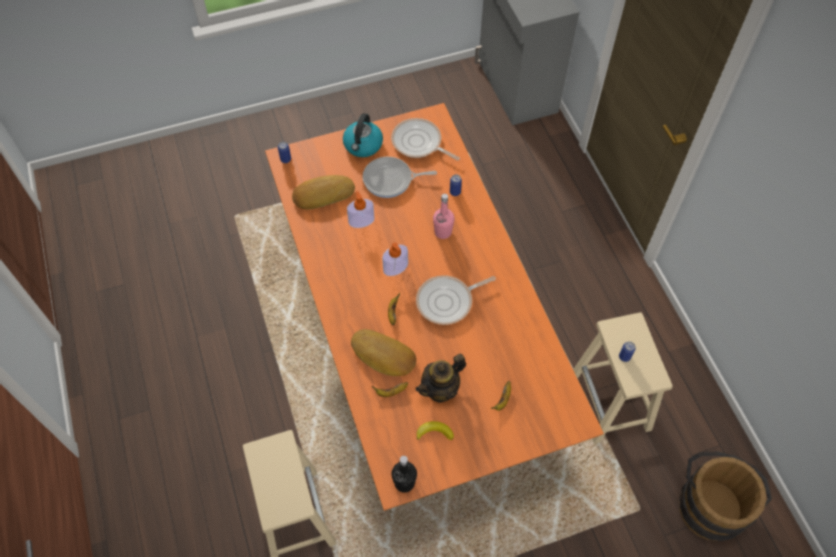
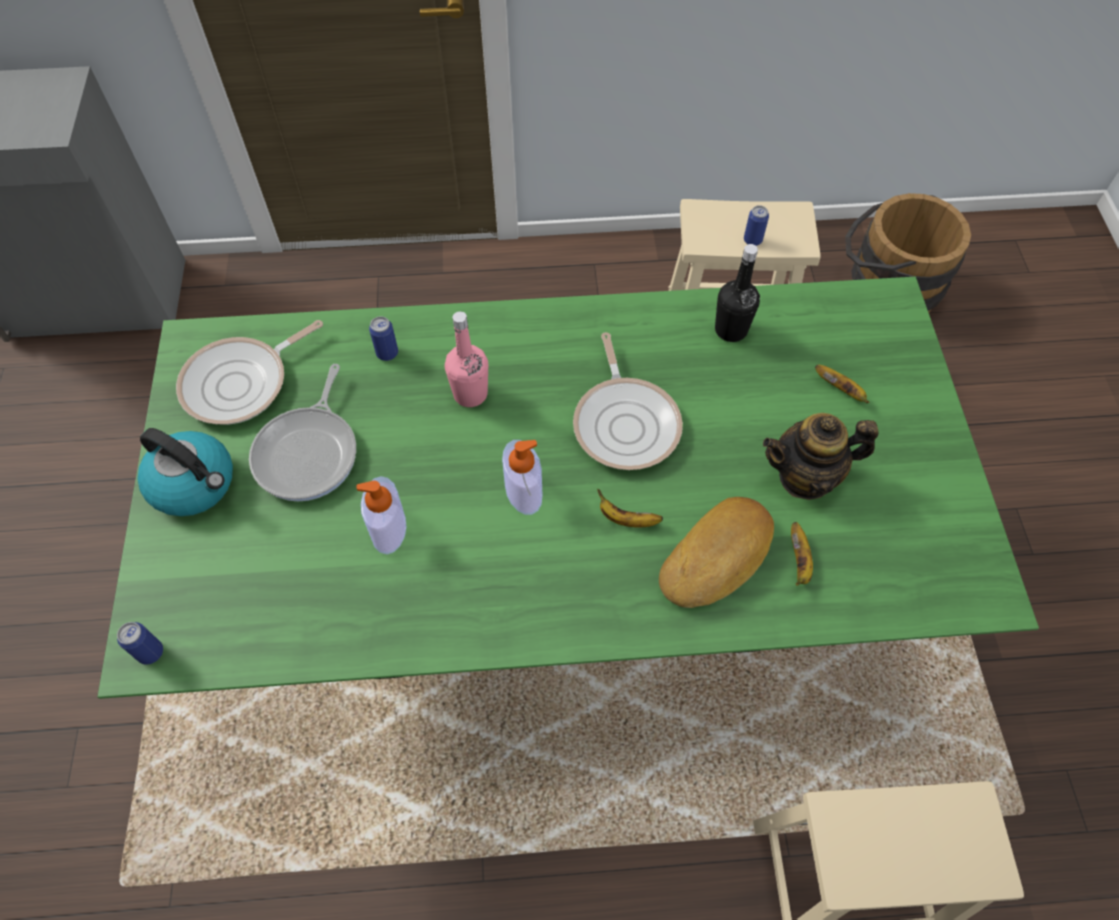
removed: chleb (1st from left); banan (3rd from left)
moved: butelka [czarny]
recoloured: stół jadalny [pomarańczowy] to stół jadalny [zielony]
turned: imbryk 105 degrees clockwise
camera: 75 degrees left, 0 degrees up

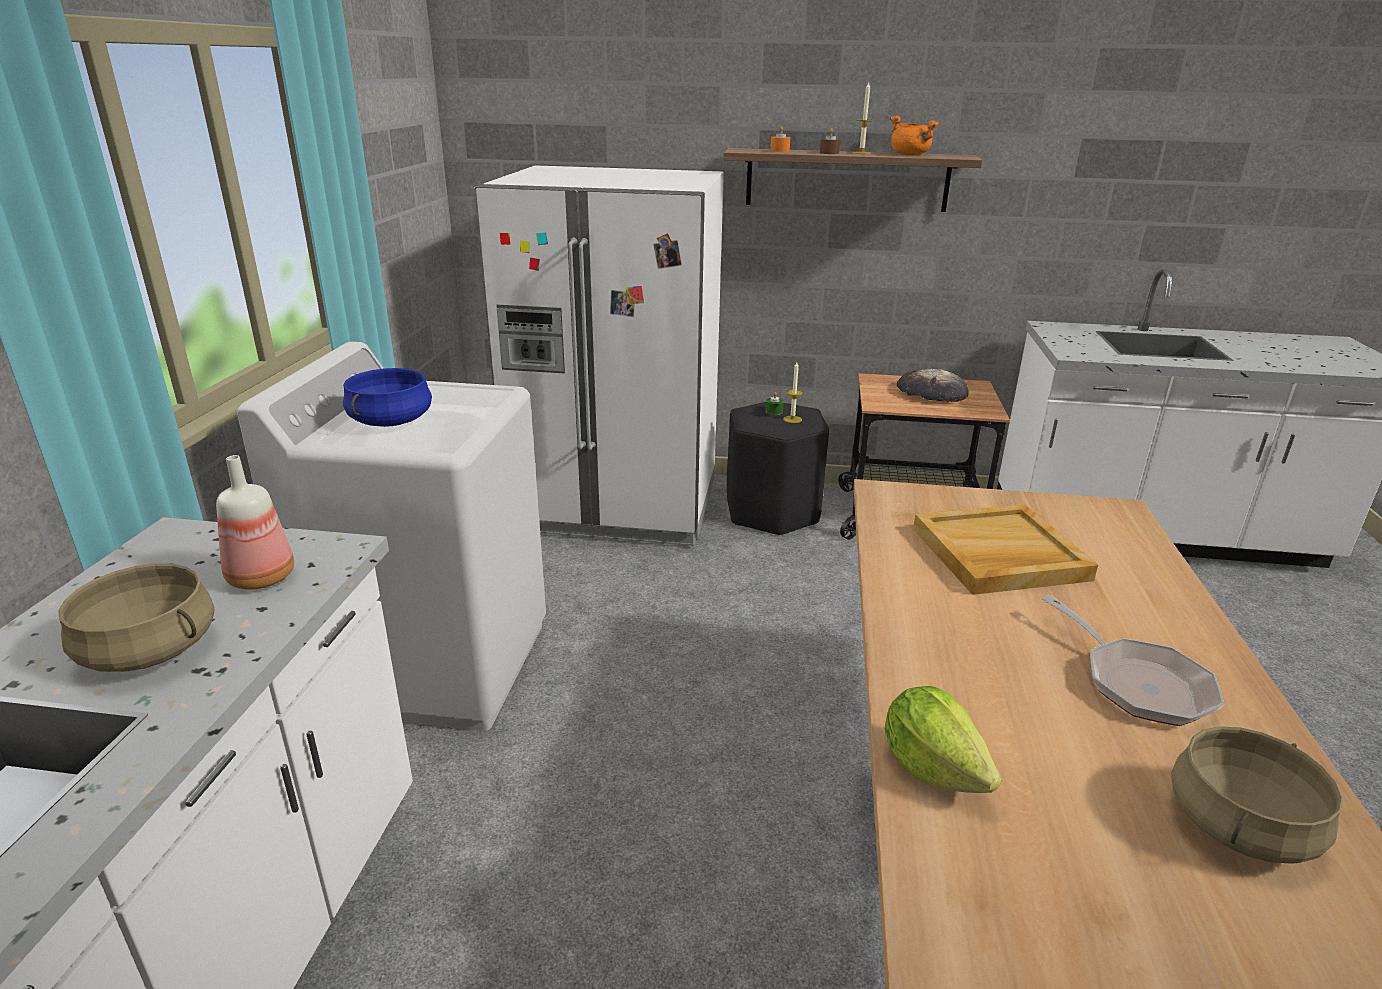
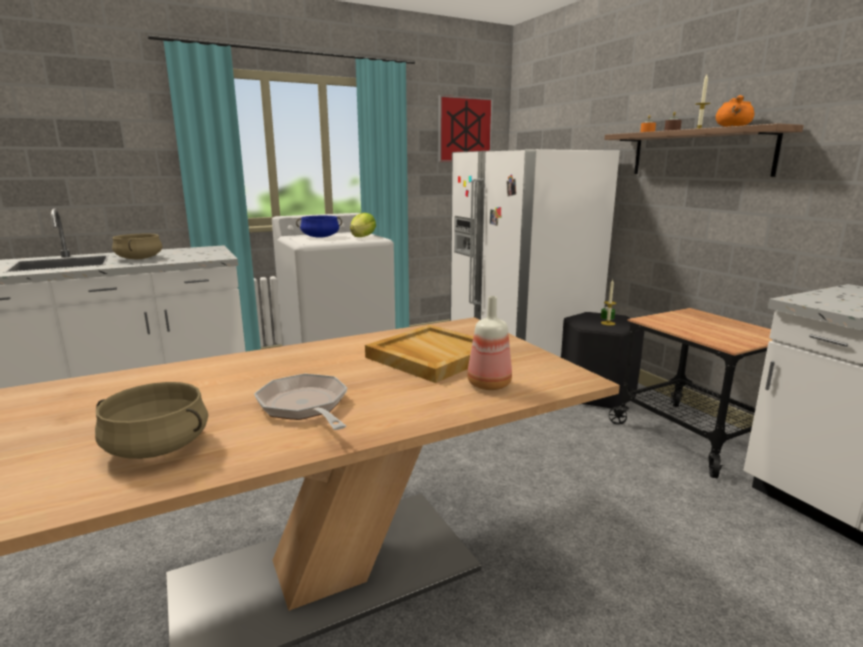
removed: chleb
added: obraz
moved: butelka; sałata
turned: patelnia 120 degrees clockwise
camera: 55 degrees right, 10 degrees down

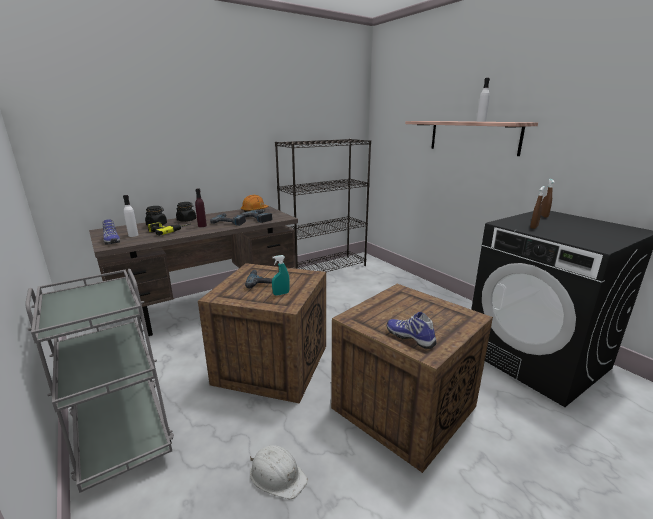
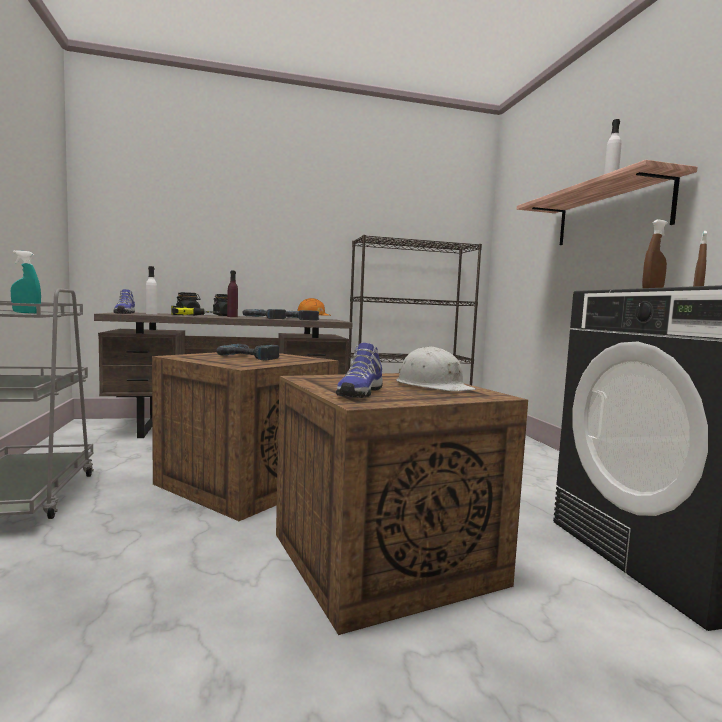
moved: kask [biały]; spryskiwacz [turkusowy]
turned: but (2nd from left) 135 degrees counterclockwise
camera: 20 degrees right, 15 degrees down

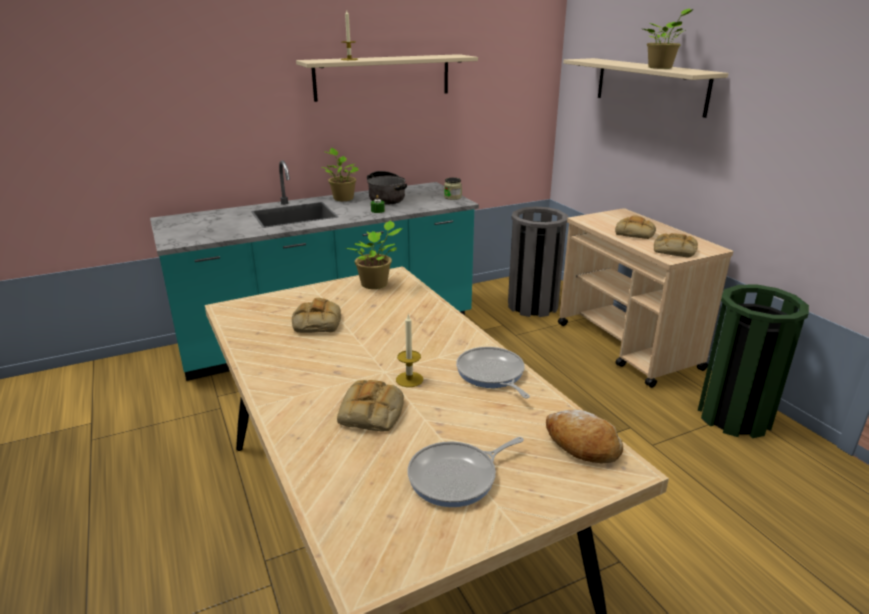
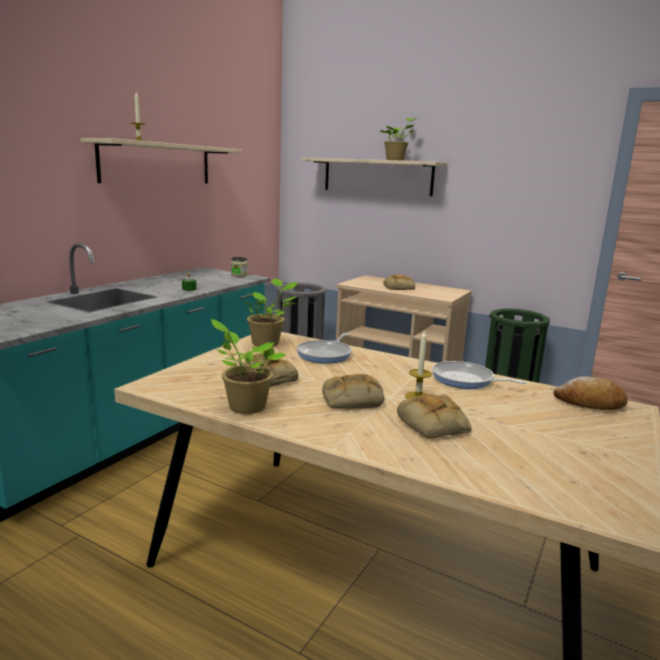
removed: garnek
moved: roślina doniczkowa (1st from left); patelnia (1st from left); chleb (5th from left in the first image) to chleb (2nd from left)
camera: 35 degrees left, 10 degrees down

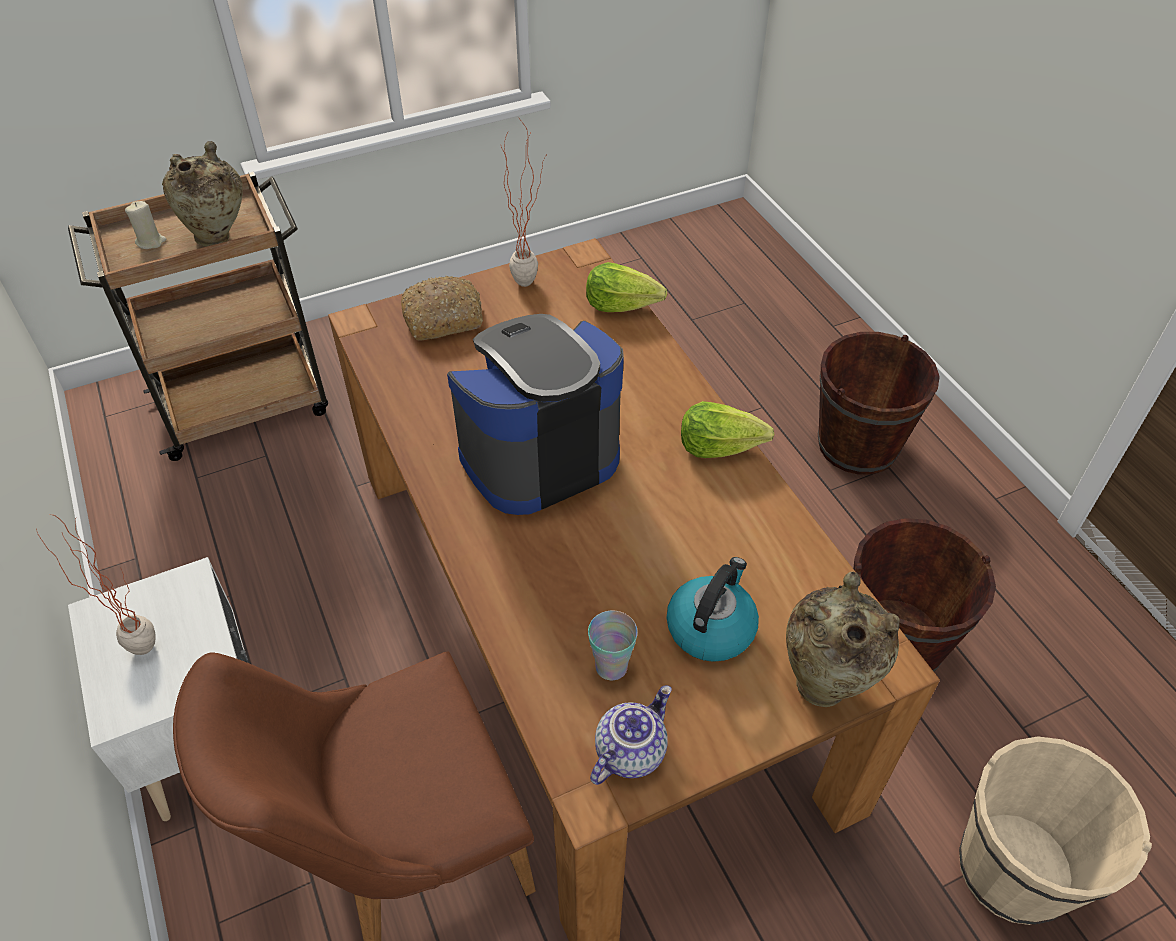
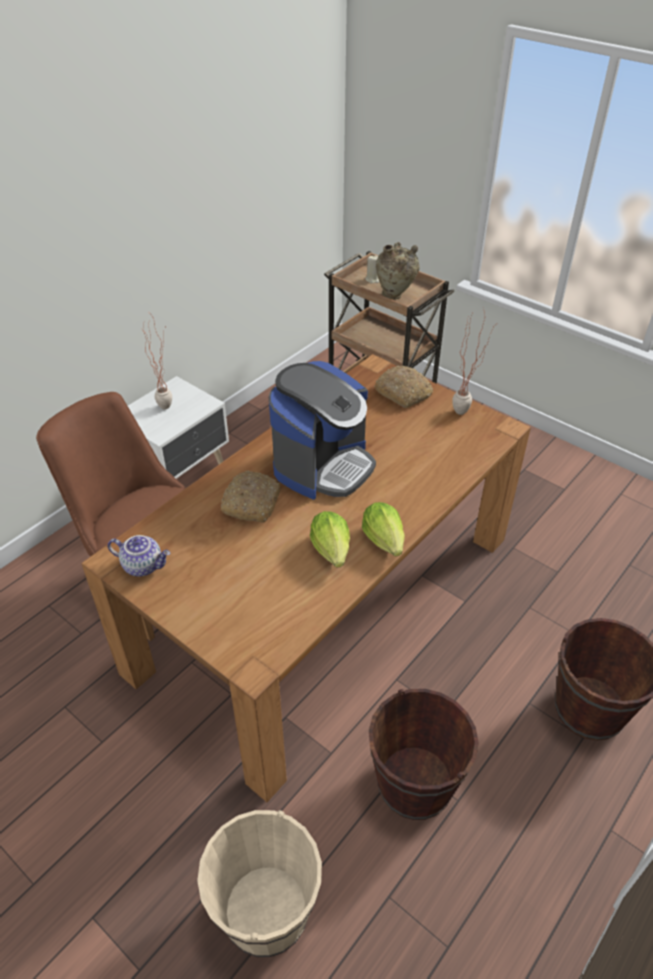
removed: filiżanka; czajnik; wazon [beżowy] (2nd from left)
added: chleb (1st from left)
moved: sałata (1st from left)
turned: ekspres do kawy 90 degrees clockwise
camera: 65 degrees right, 5 degrees down

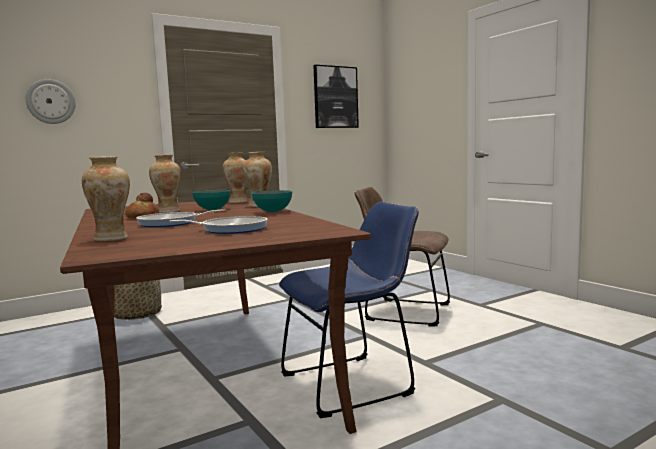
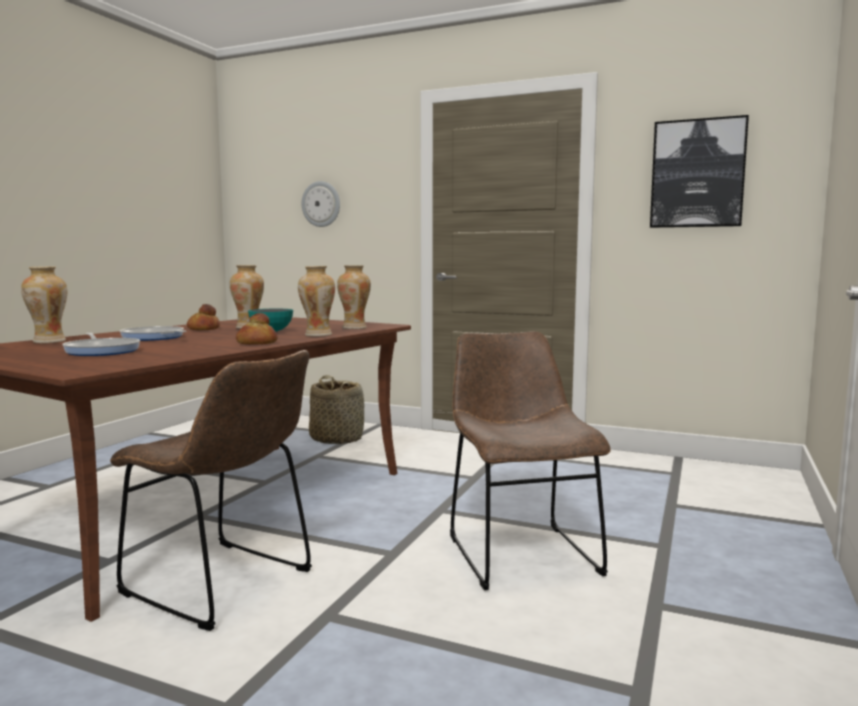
replaced: miska (2nd from left) to chleb (2nd from left)
recoloured: krzesło [niebieski] to krzesło [brązowy] (1st from left)
camera: 55 degrees right, 0 degrees up

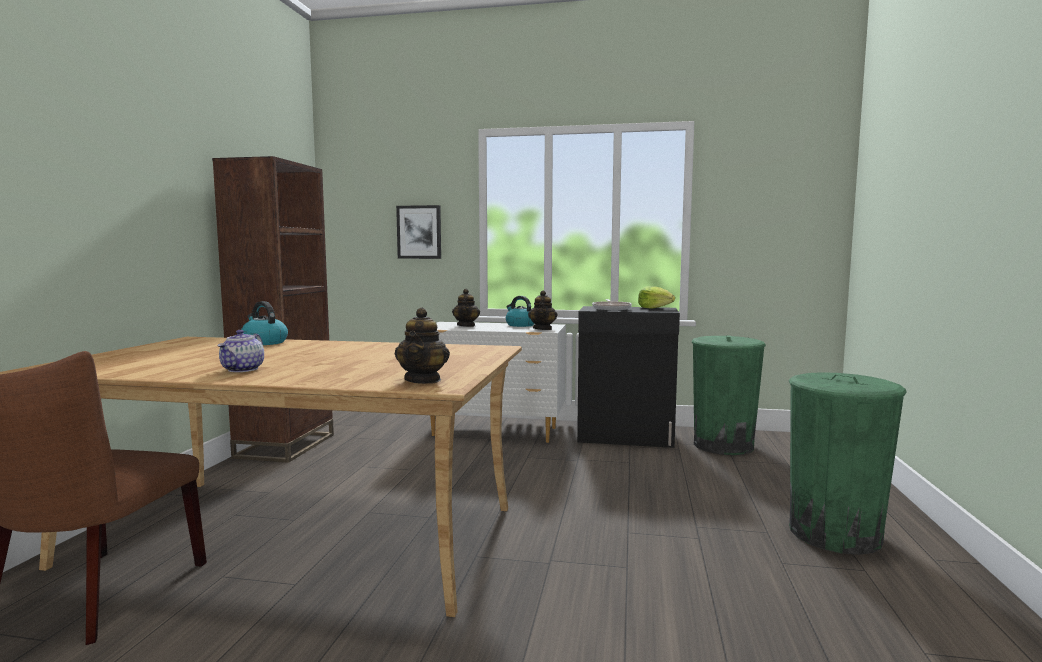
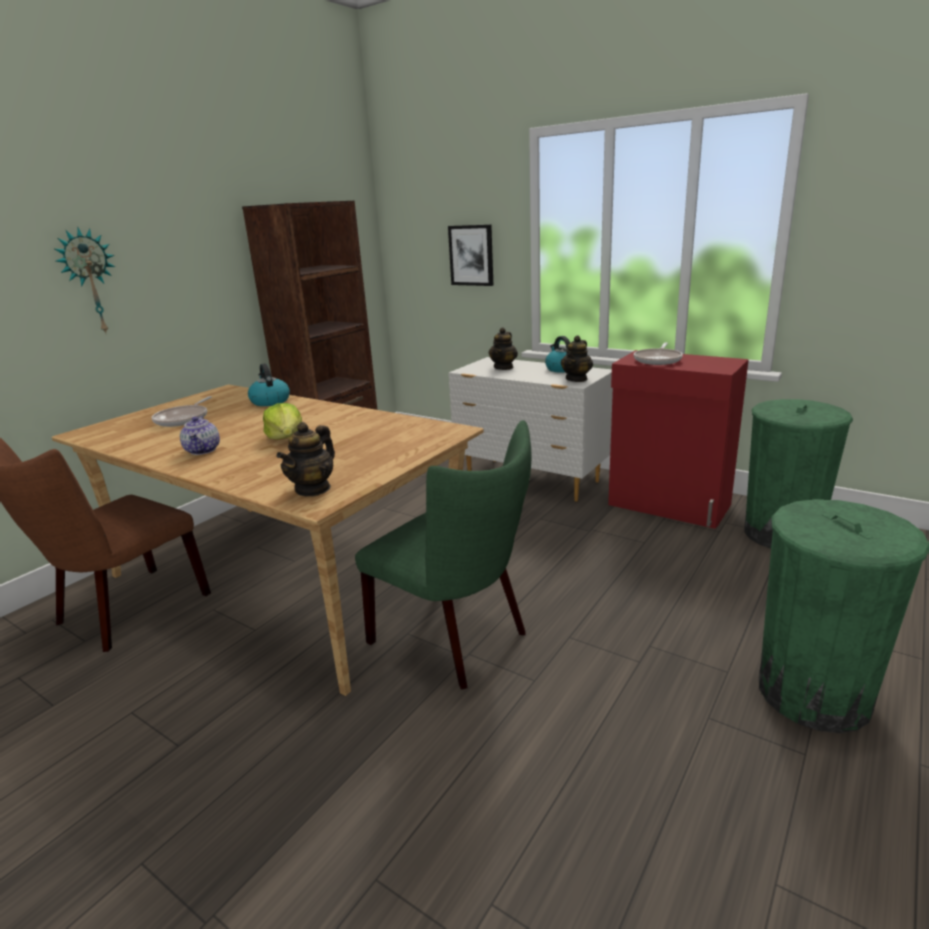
added: zegar ścienny; patelnia (1st from left); krzesło [zielony]
moved: sałata
recoloured: szafka [czarny] to szafka [czerwony]
turned: imbryk (1st from left) 45 degrees counterclockwise
camera: 25 degrees right, 15 degrees up

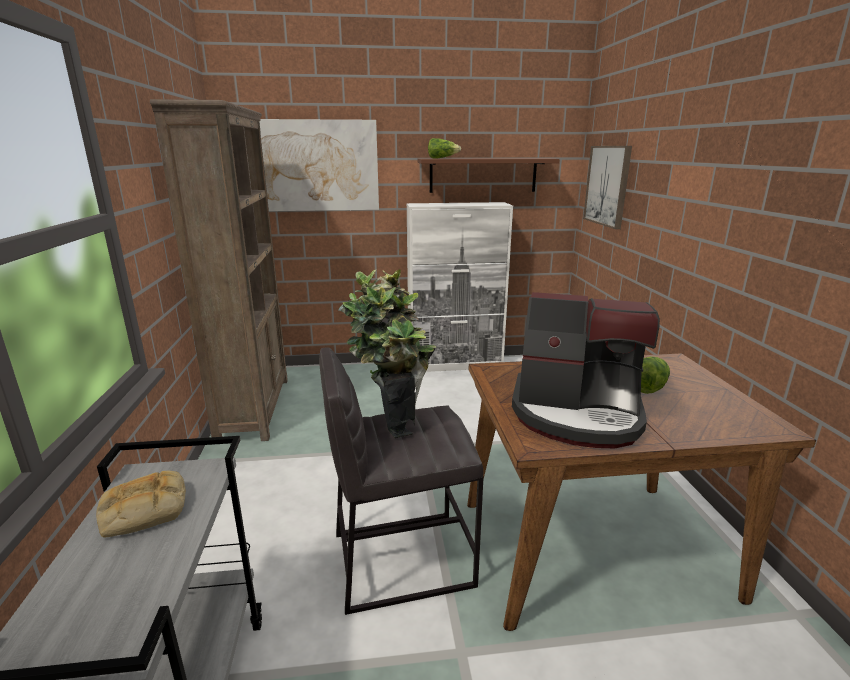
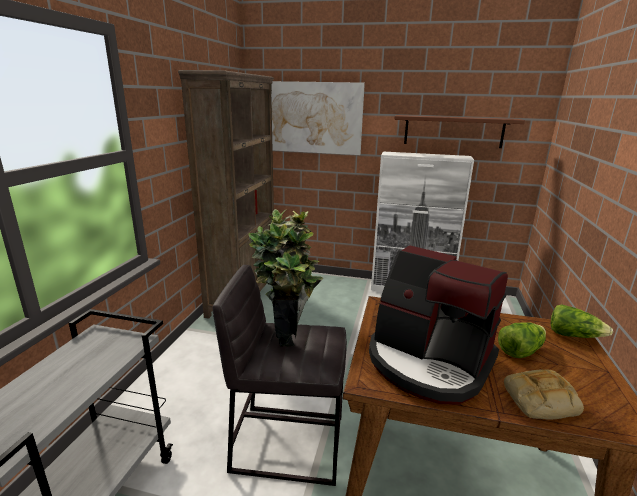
removed: obraz (2nd from left)
moved: chleb; sałata (1st from left in the first image) to sałata (2nd from left)
camera: 20 degrees right, 0 degrees up

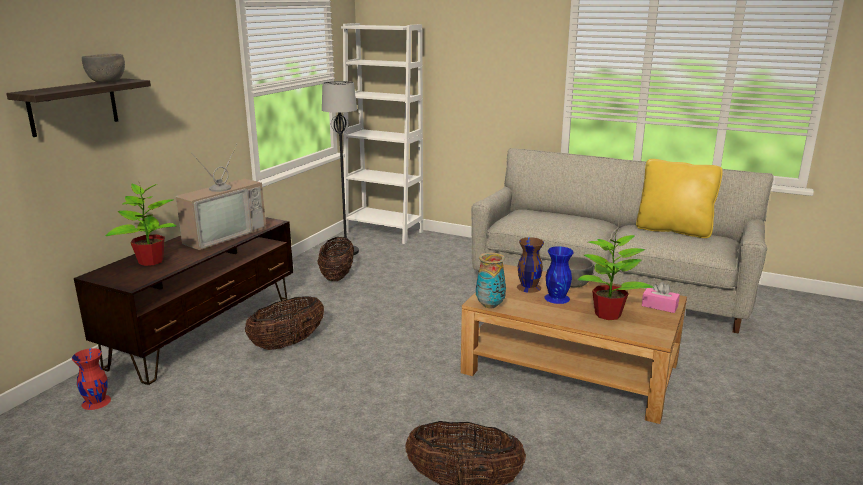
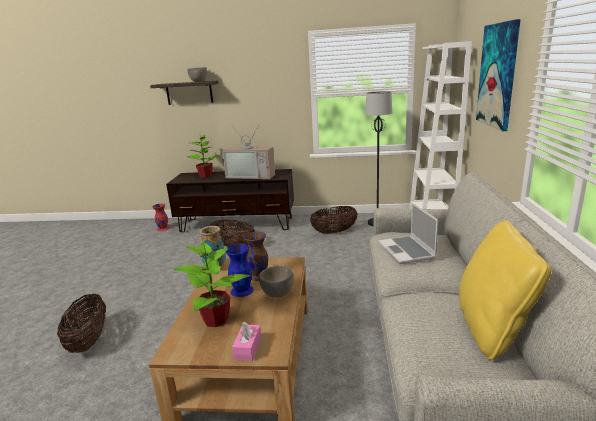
added: laptop; obraz
camera: 70 degrees right, 0 degrees up

